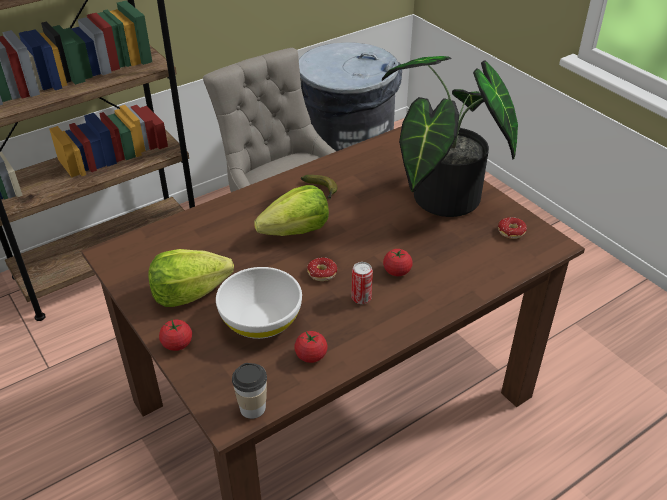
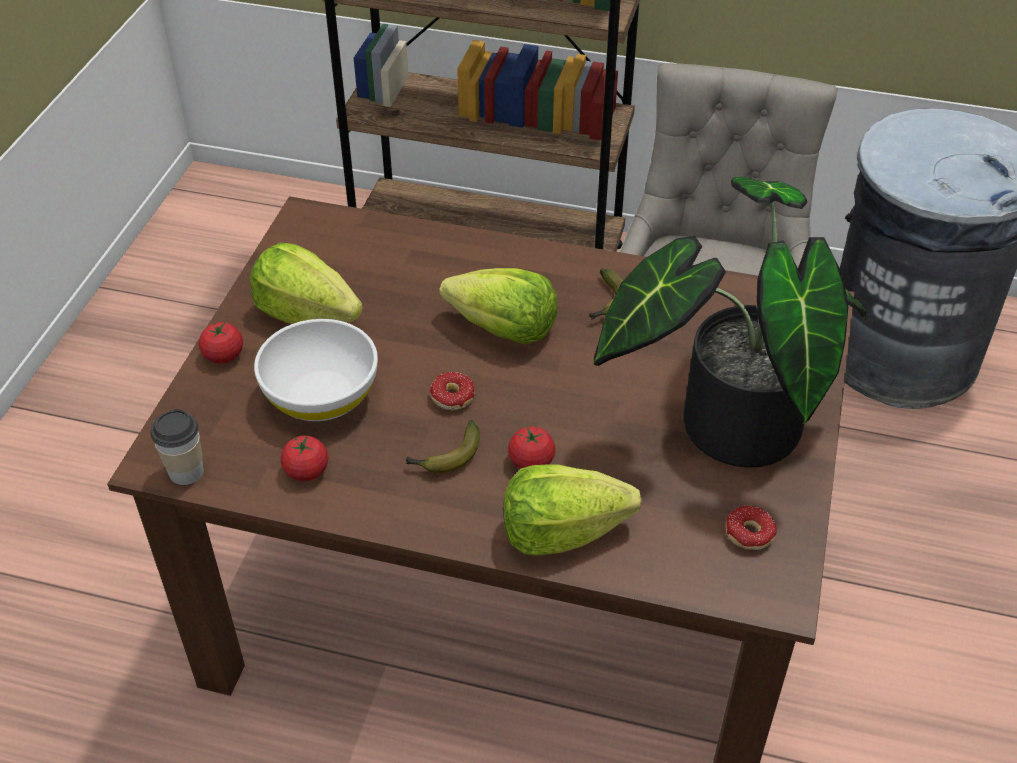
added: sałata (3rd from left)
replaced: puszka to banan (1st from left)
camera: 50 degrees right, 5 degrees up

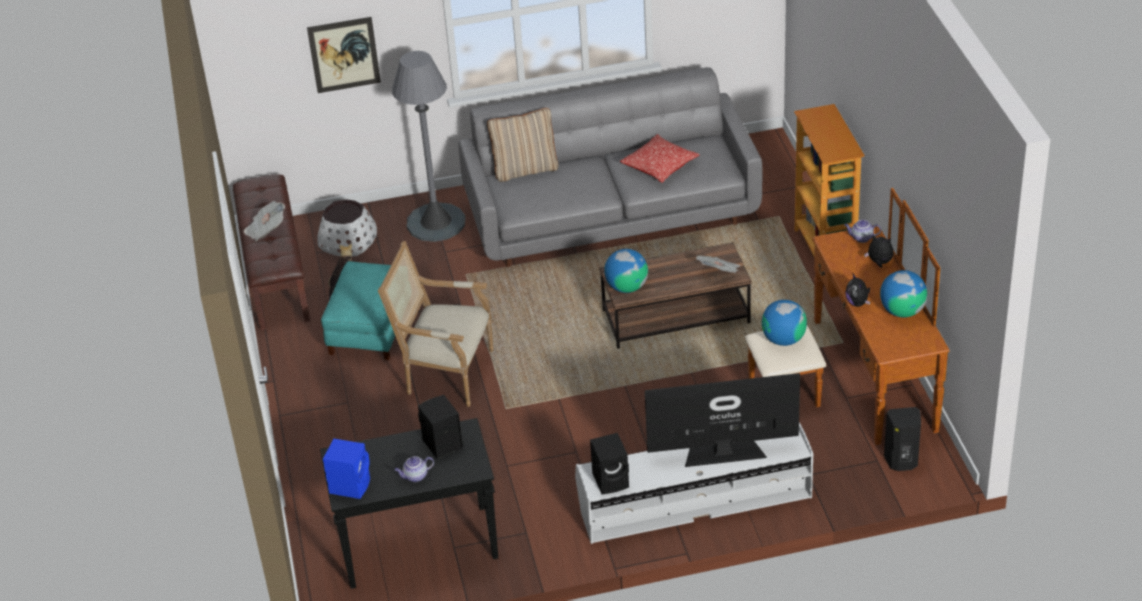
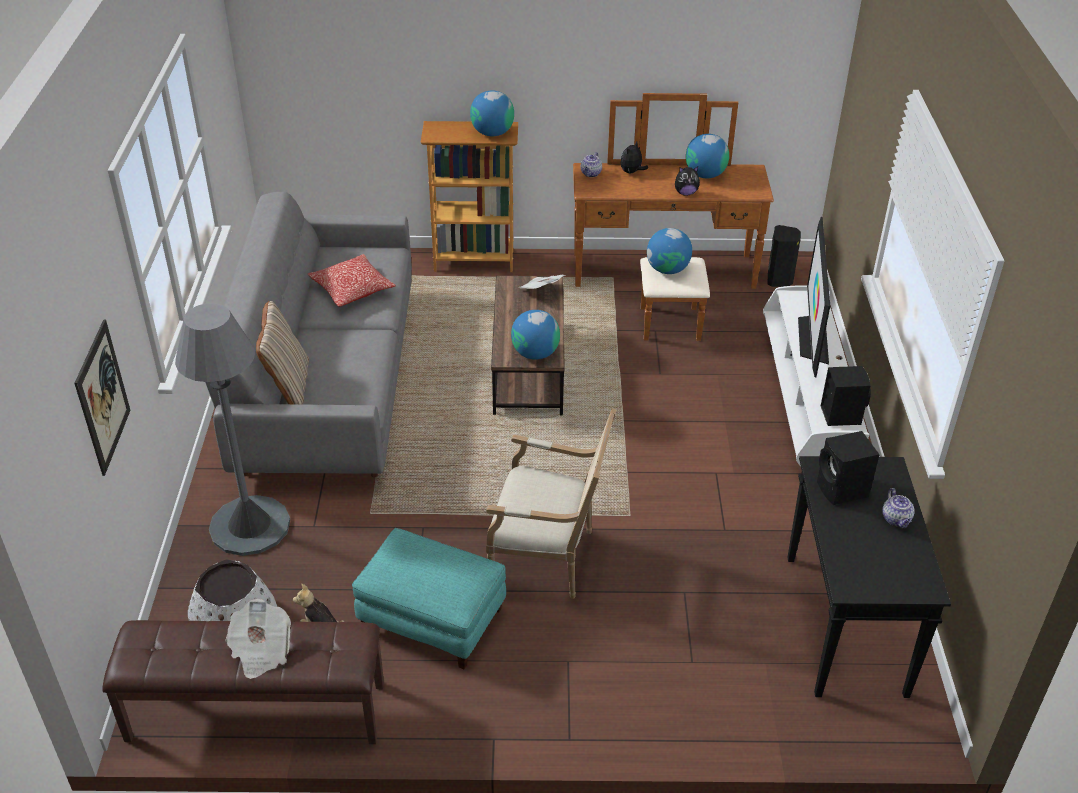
removed: głośnik [niebieski]
added: globus (1st from left)
turned: fotel 105 degrees counterclockwise
camera: 80 degrees left, 0 degrees up

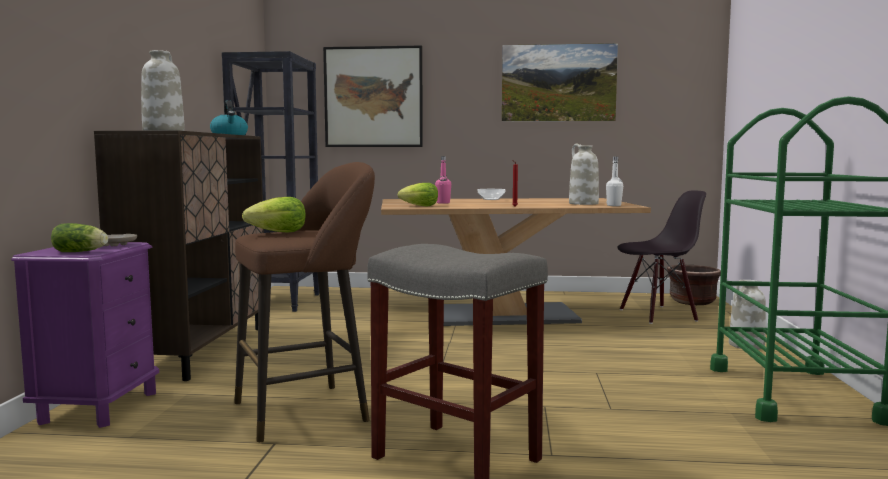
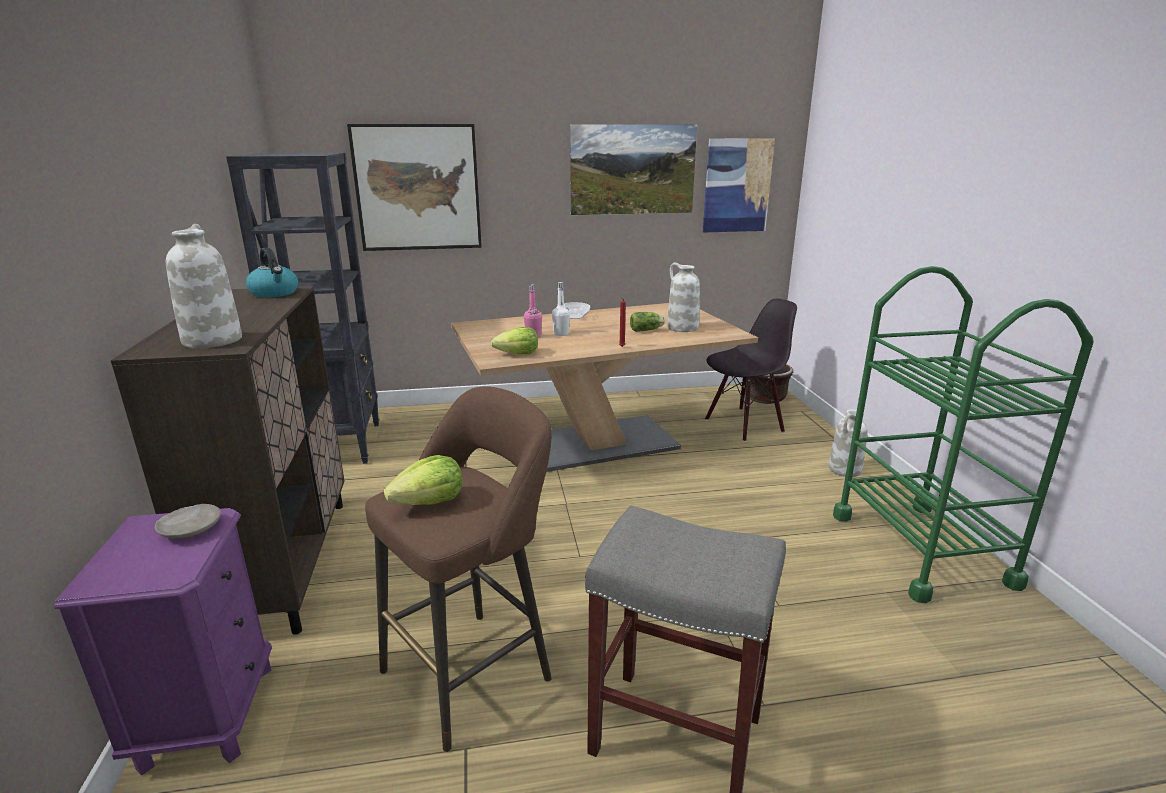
added: obraz (3rd from left)
moved: sałata (1st from left in the first image) to sałata (3rd from left); butelka [biały]
camera: 15 degrees left, 15 degrees up

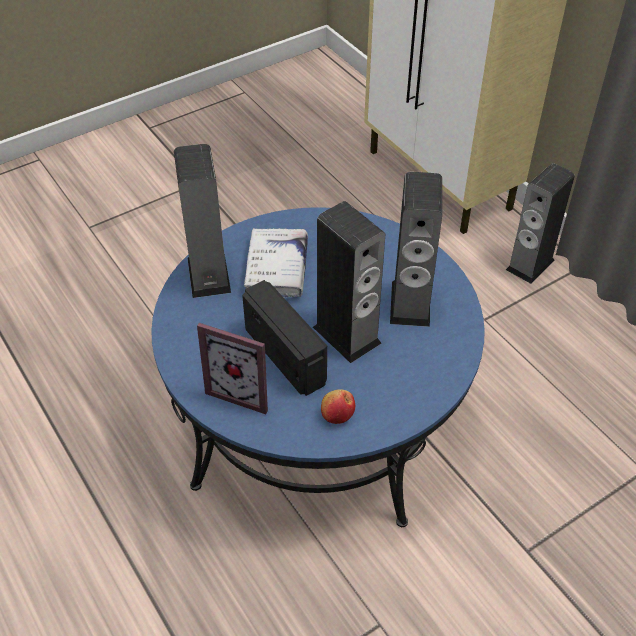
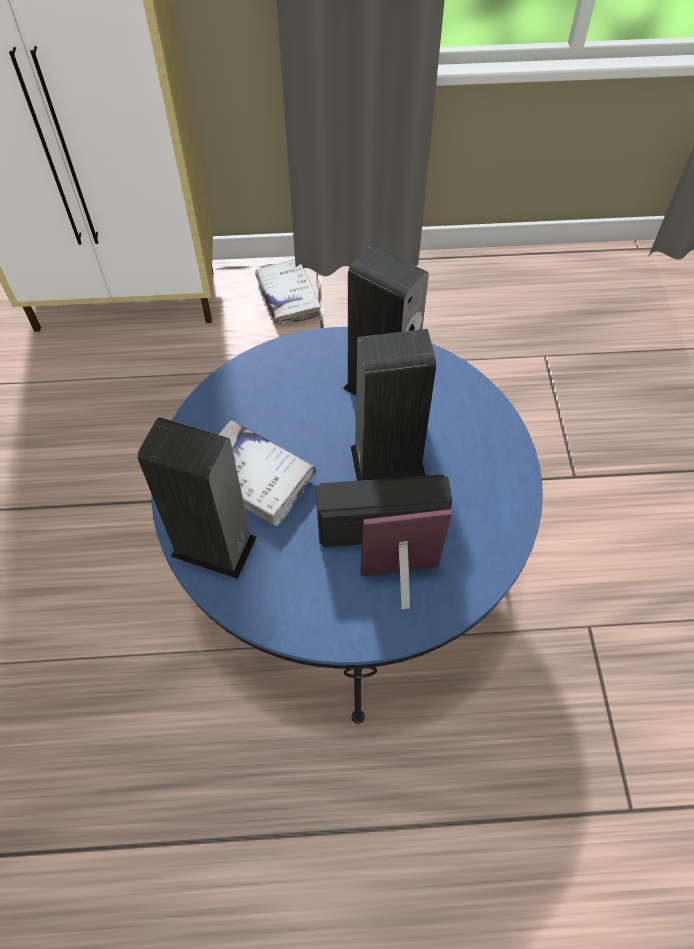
removed: jabłko
replaced: głośnik (4th from left) to książka [biały] (2nd from left)
turned: ramka na zdjęcie 150 degrees counterclockwise
camera: 60 degrees left, 10 degrees up

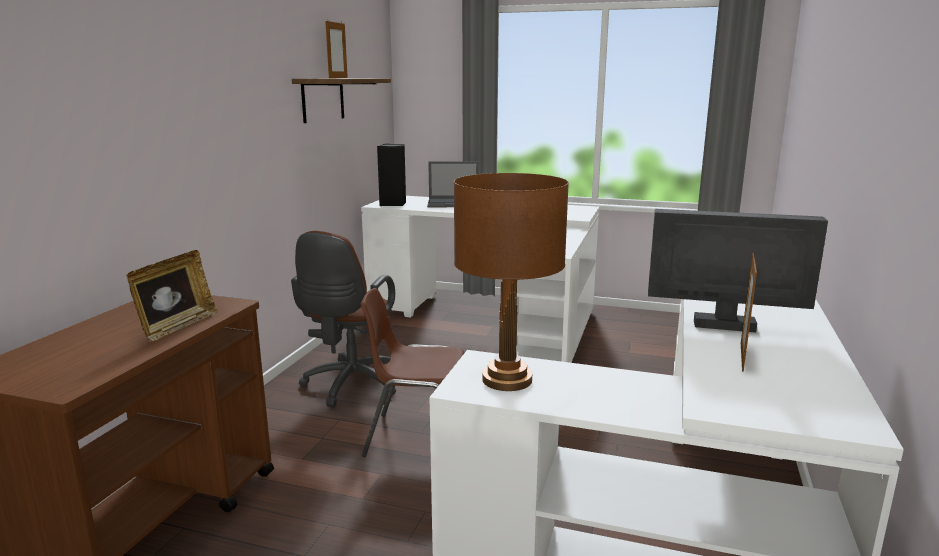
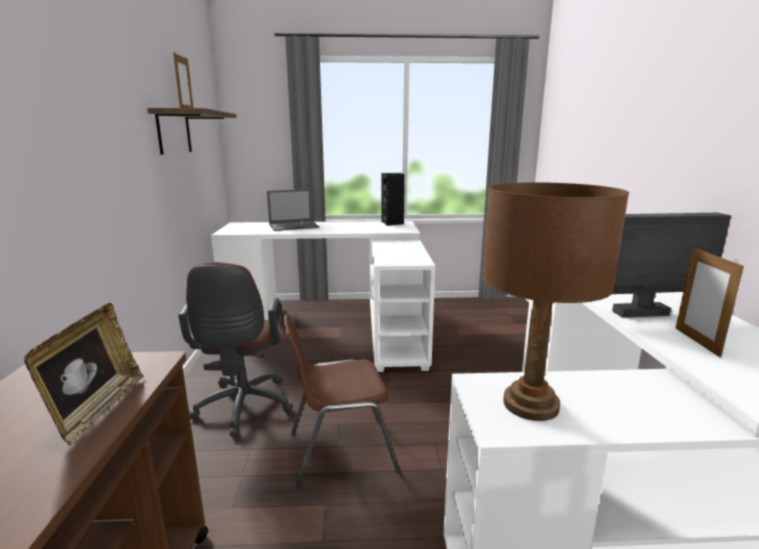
moved: głośnik [czarny]
camera: 20 degrees left, 0 degrees up

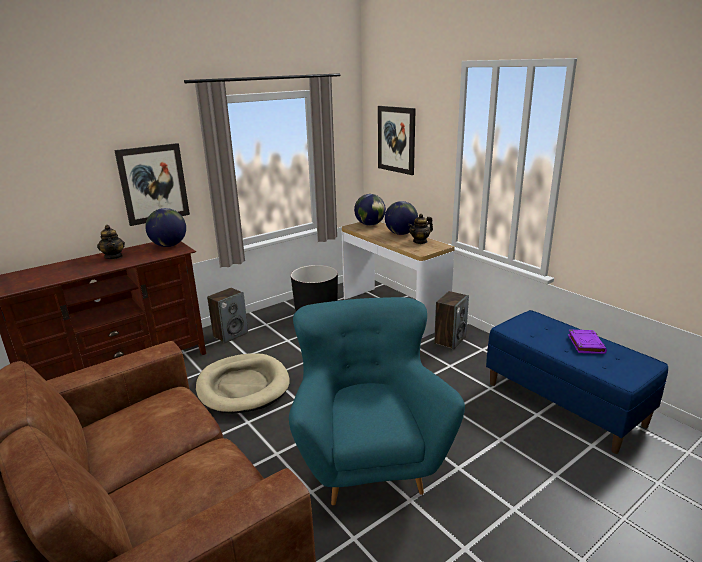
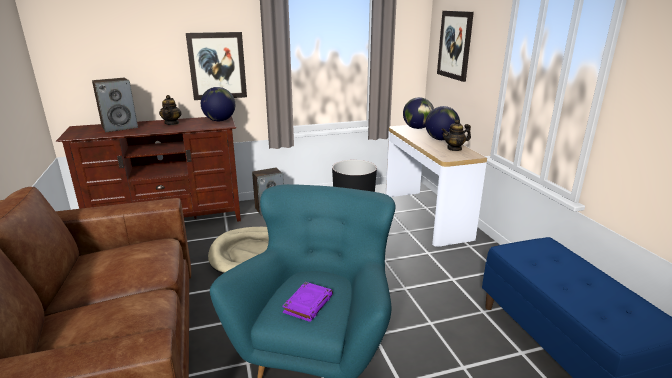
moved: głośnik (2nd from left in the first image) to głośnik (1st from left); książka [fioletowy]
camera: 20 degrees right, 0 degrees up

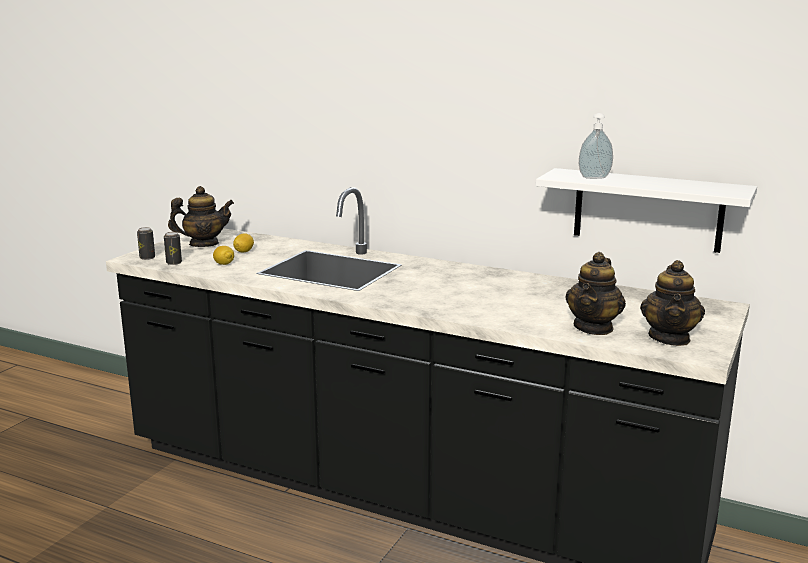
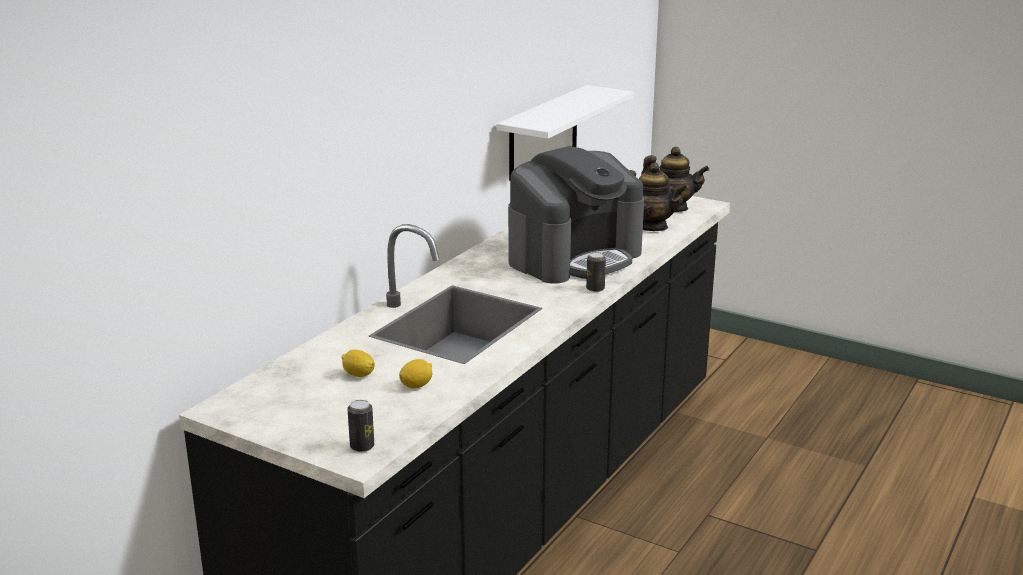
removed: imbryk (1st from left); dozownik mydła
added: ekspres do kawy
moved: puszka (2nd from left)
camera: 85 degrees left, 5 degrees up

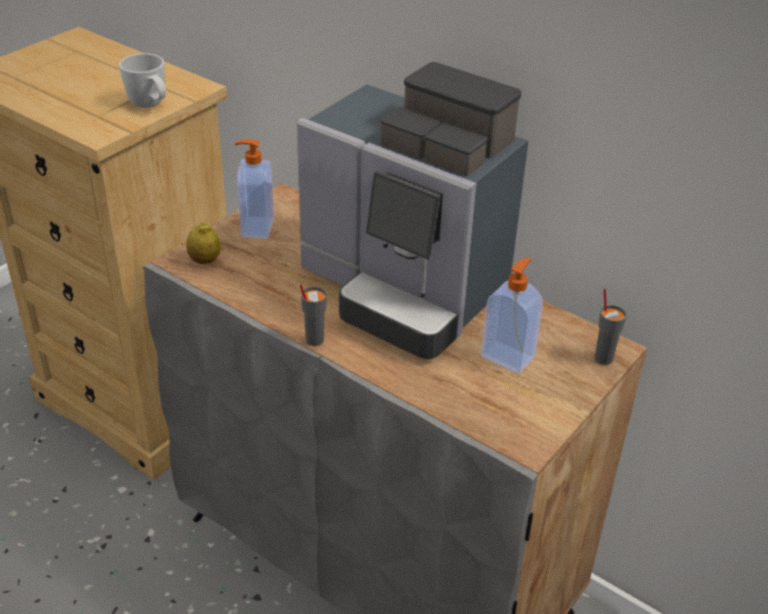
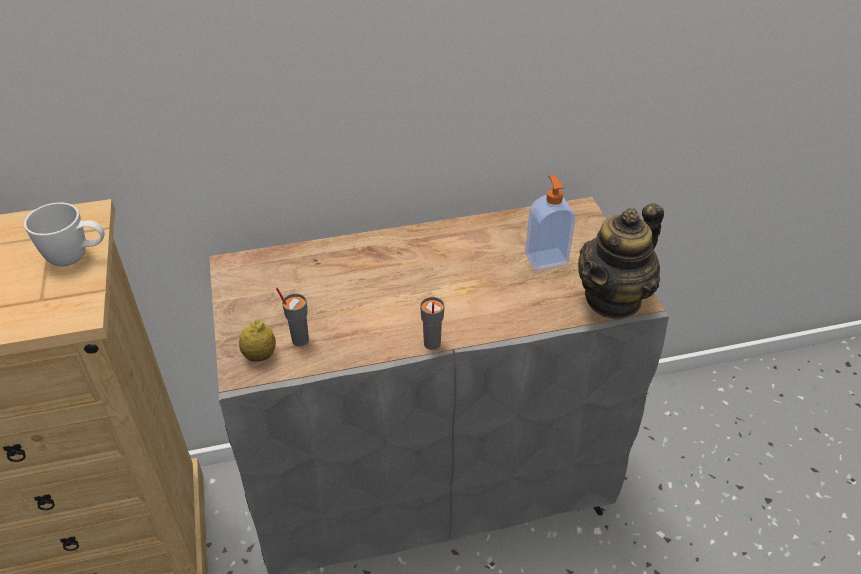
removed: dozownik mydła (1st from left); ekspres do kawy
added: imbryk
moved: filiżanka [szary] (2nd from left in the first image) to filiżanka [szary] (1st from left)
camera: 50 degrees left, 5 degrees up

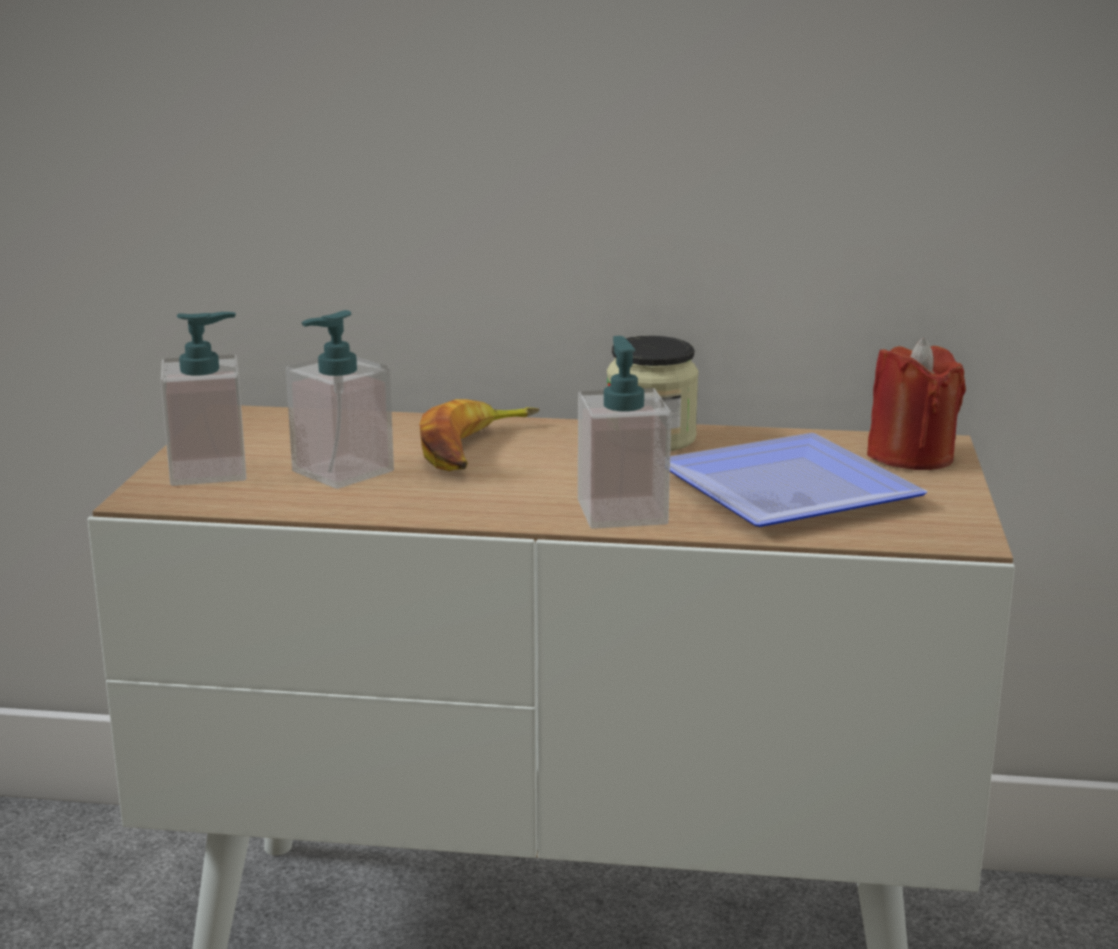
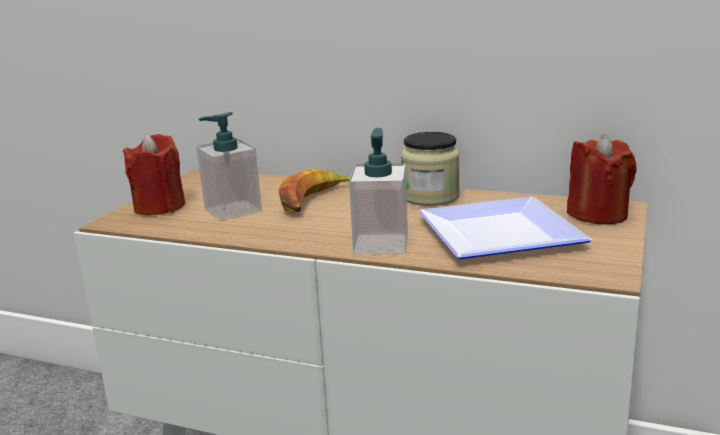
replaced: dozownik mydła (1st from left) to świeca [czerwony] (1st from left)
camera: 15 degrees right, 0 degrees up

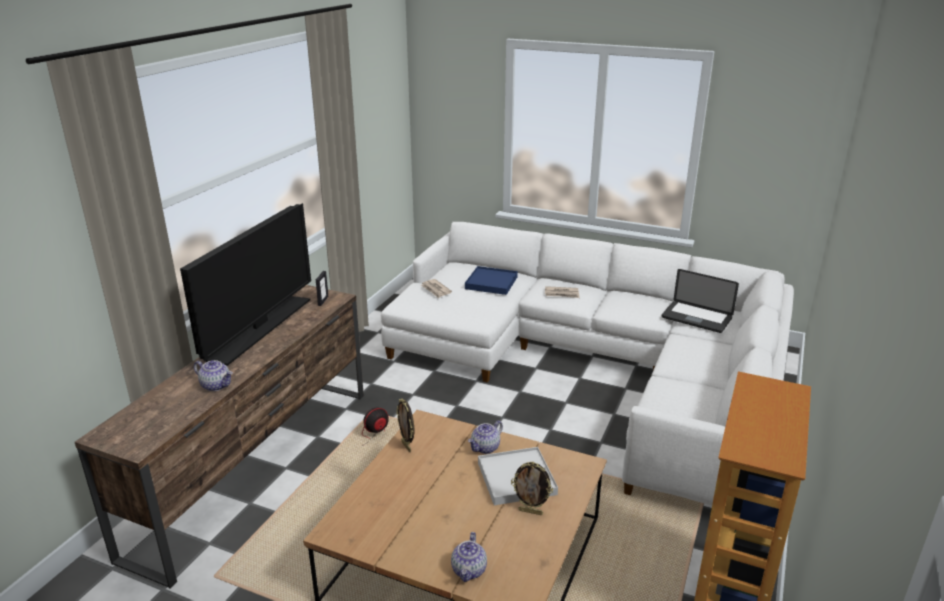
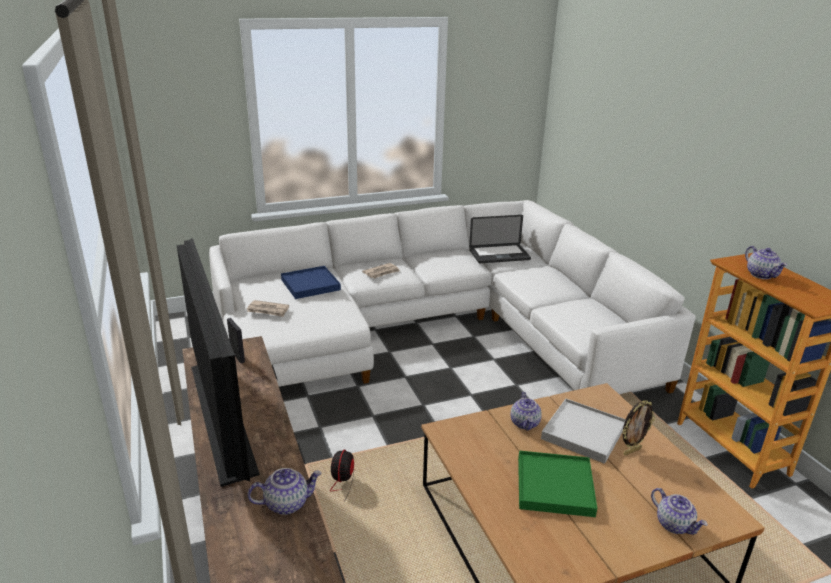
removed: ramka na zdjęcie (2nd from left)
added: taca [zielony]; imbryk (4th from left)
camera: 45 degrees left, 0 degrees up

